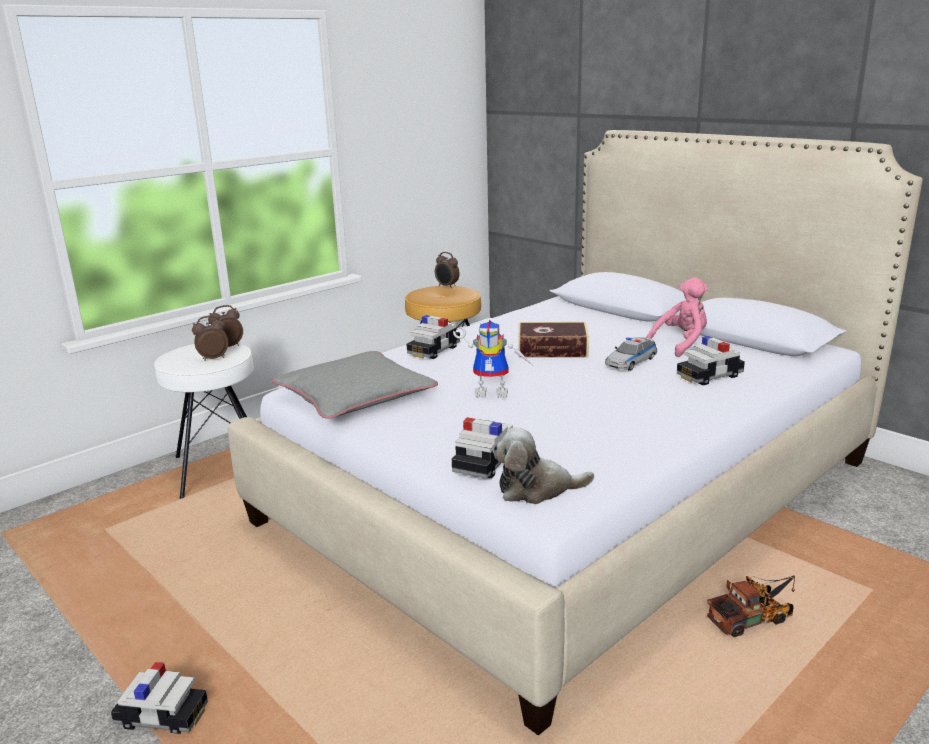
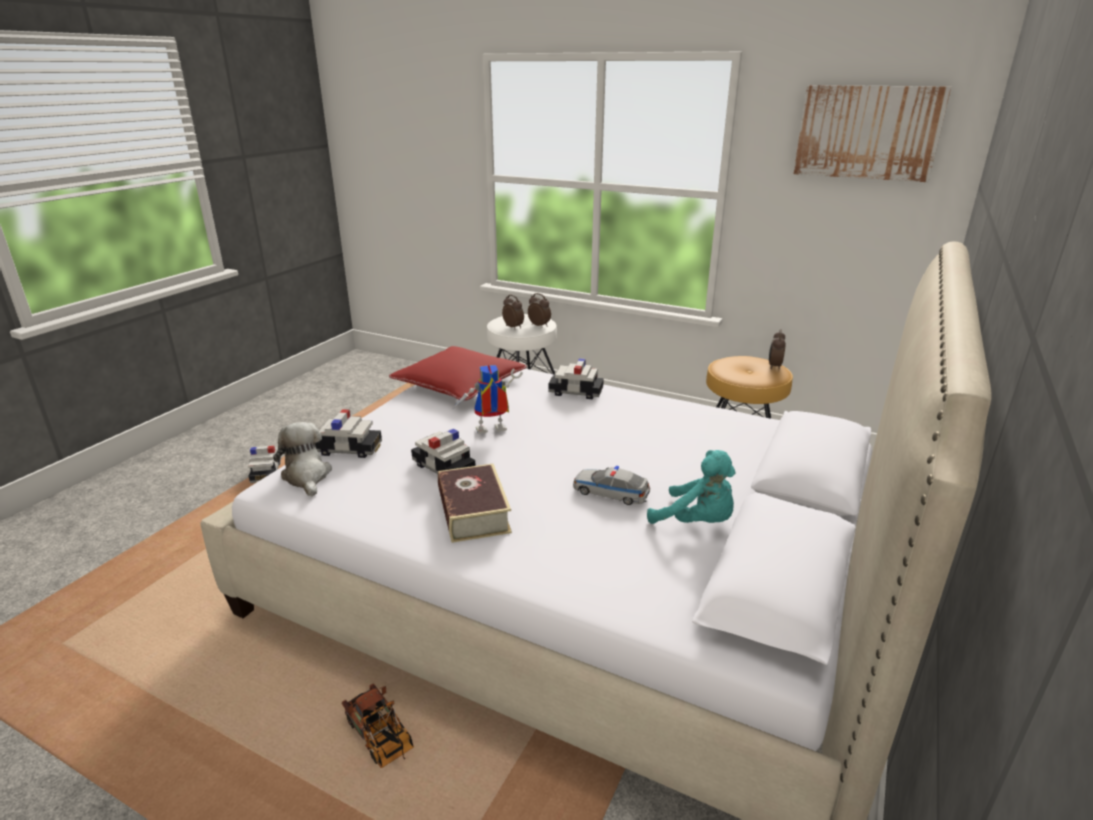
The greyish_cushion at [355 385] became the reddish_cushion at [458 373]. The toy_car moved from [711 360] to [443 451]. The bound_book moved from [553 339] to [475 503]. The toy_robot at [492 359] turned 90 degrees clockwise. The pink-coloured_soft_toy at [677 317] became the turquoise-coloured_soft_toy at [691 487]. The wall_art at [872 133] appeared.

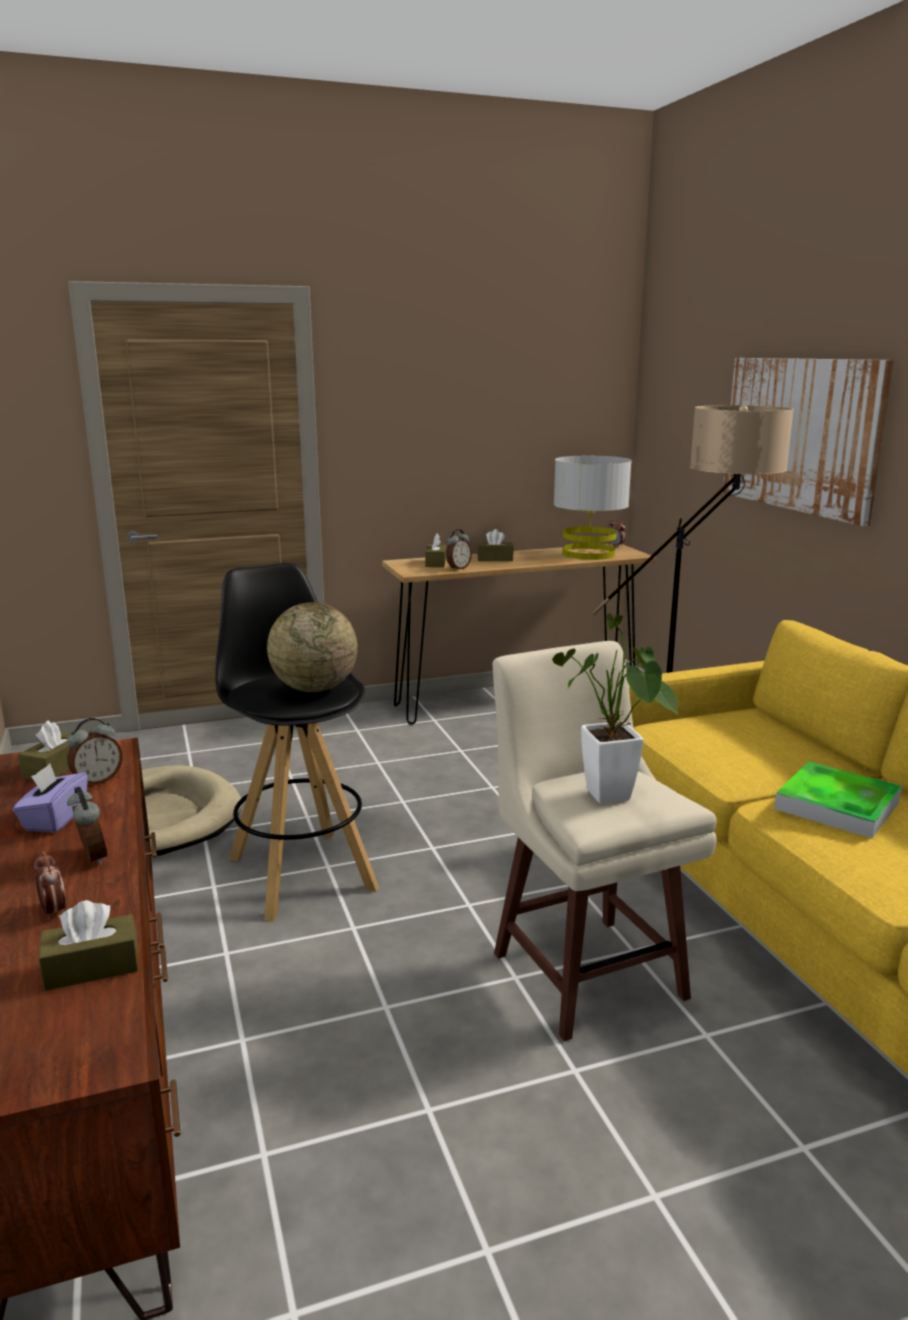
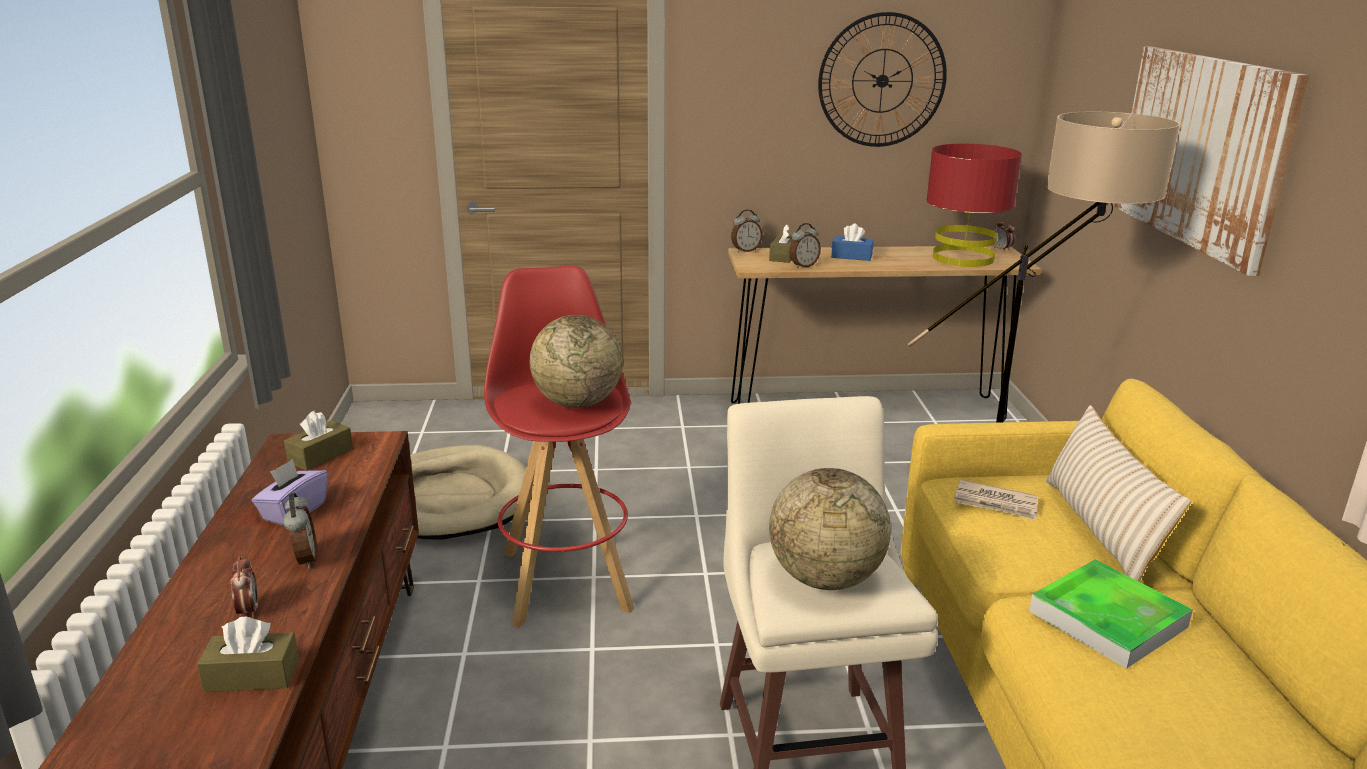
The black_stool at [297 742] became the reddish_stool at [559 446]. The bedside_clock moved from [95 751] to [747 231]. The potted_plant at [615 708] was replaced by the globe at [830 529]. The hanging_clock at [882 79] appeared. The brownish_box_of_tissues at [495 545] became the blue_box_of_tissues at [852 242]. The greyish_tabletop_lamp at [593 508] became the reddish_tabletop_lamp at [974 205]. The newspaper at [996 500] appeared. The beige-coloured_cushion at [1118 493] appeared.

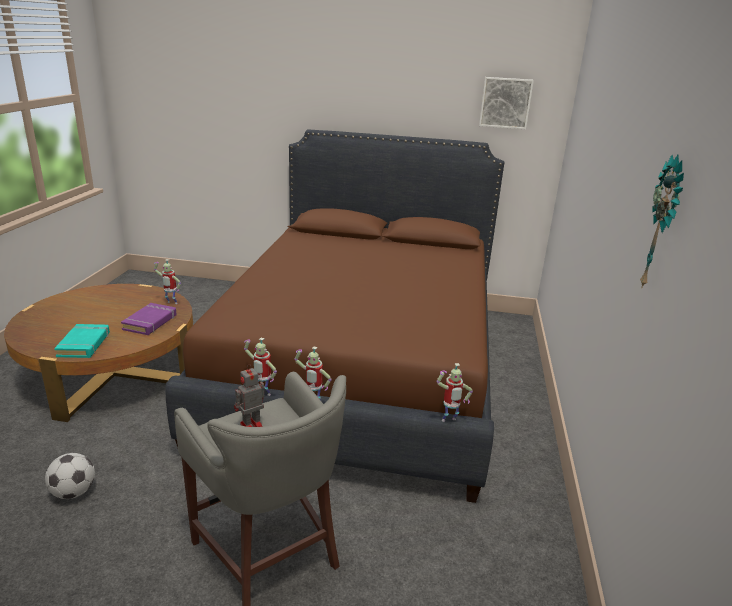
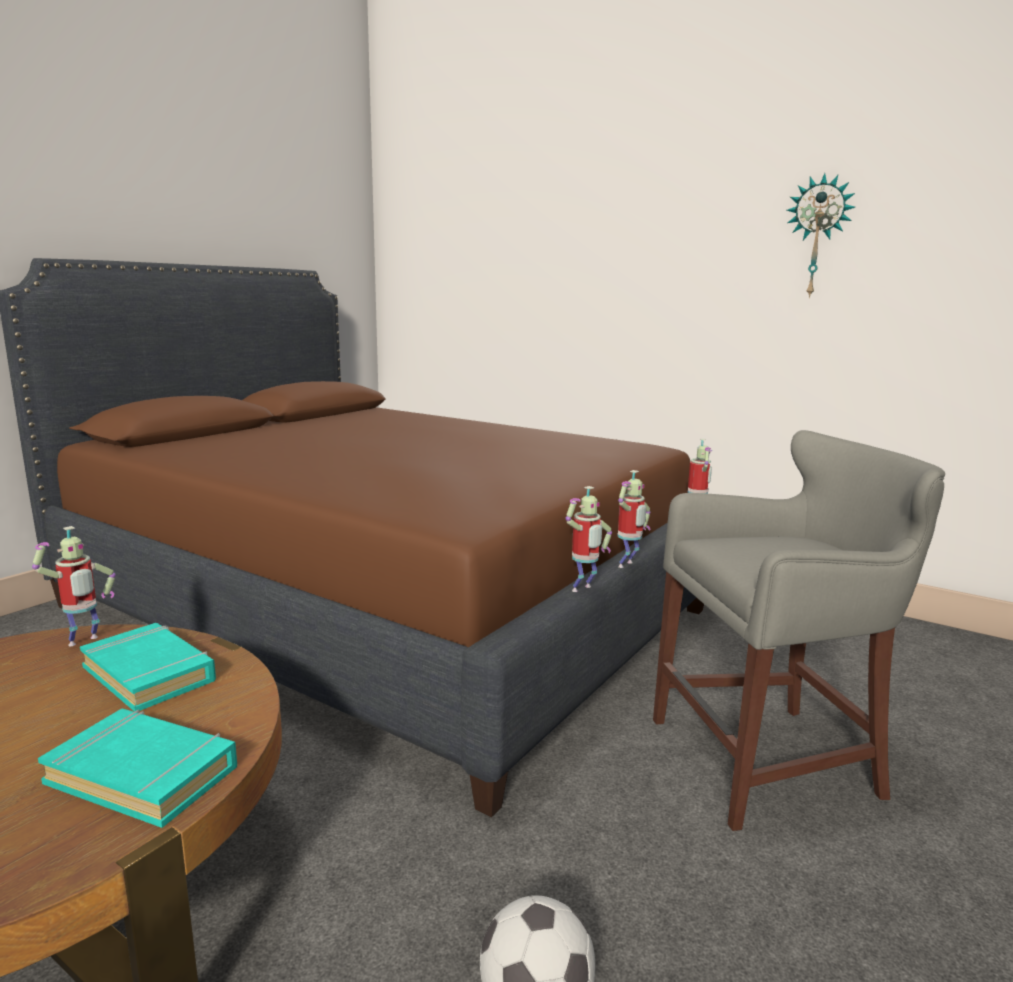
The purple_bound_book at [149 319] became the turquoise-coloured_bound_book at [148 667]. The toy_robot at [249 395] disappeared. The wall_art at [506 103] disappeared.

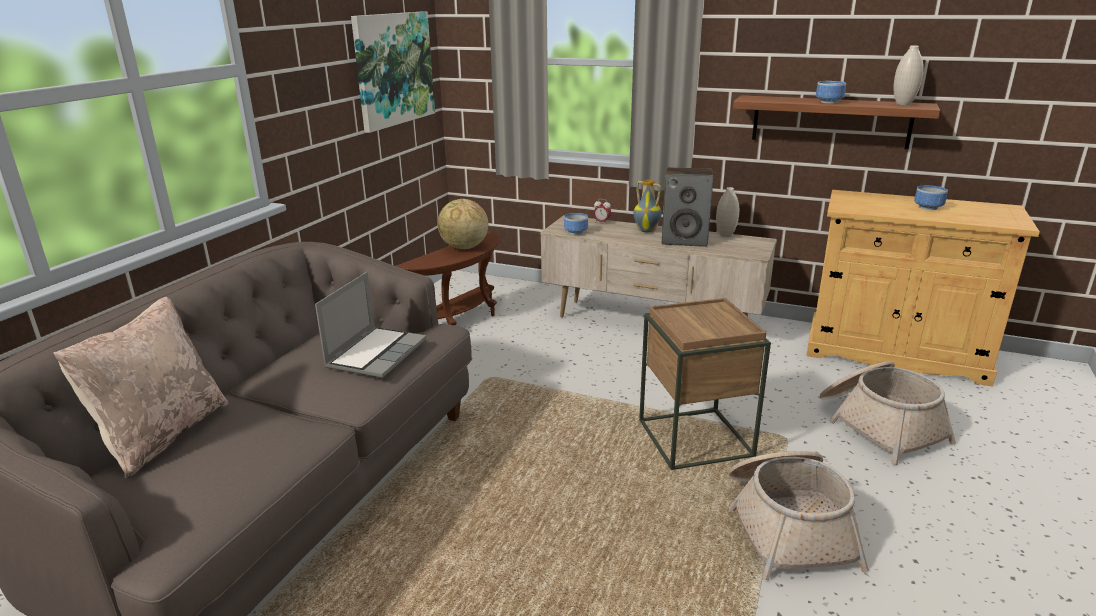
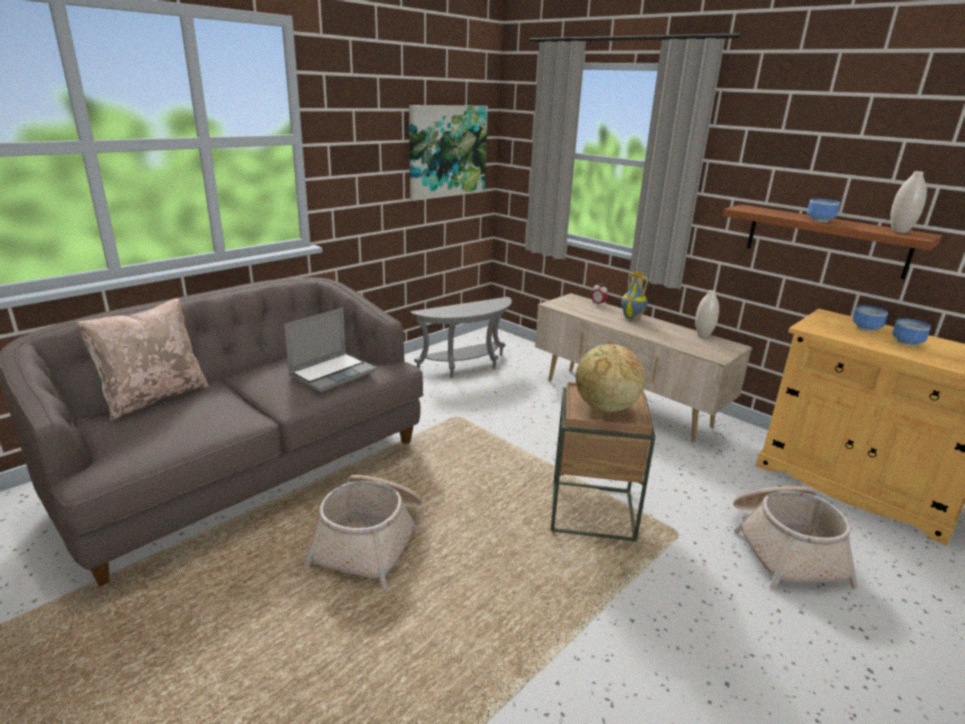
The basket moved from [798 515] to [362 532]. The brownish_side_table at [448 278] became the greyish_side_table at [461 337]. The globe moved from [463 224] to [610 378]. The bowl moved from [576 224] to [870 318]. The audio_speaker at [687 207] disappeared.

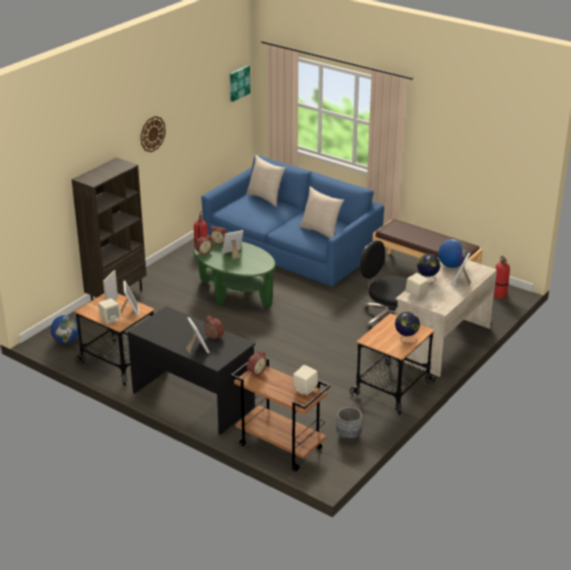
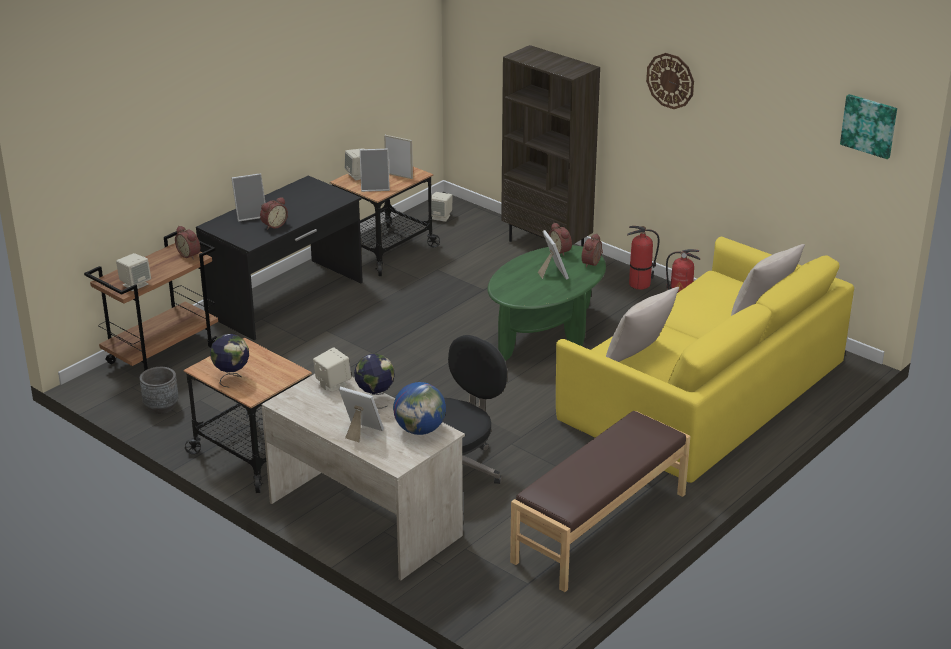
The globe at [65 329] was replaced by the beige-coloured_audio_speaker at [440 207]. The blue_sofa at [292 221] became the yellow-coloured_sofa at [705 360]. The fire-fighting_cylinder moved from [502 277] to [643 258].

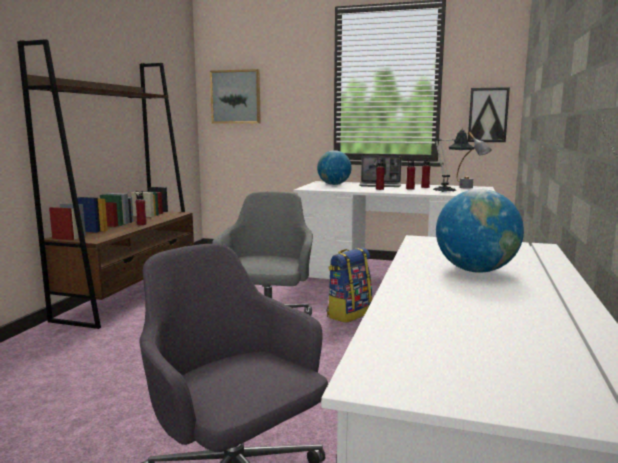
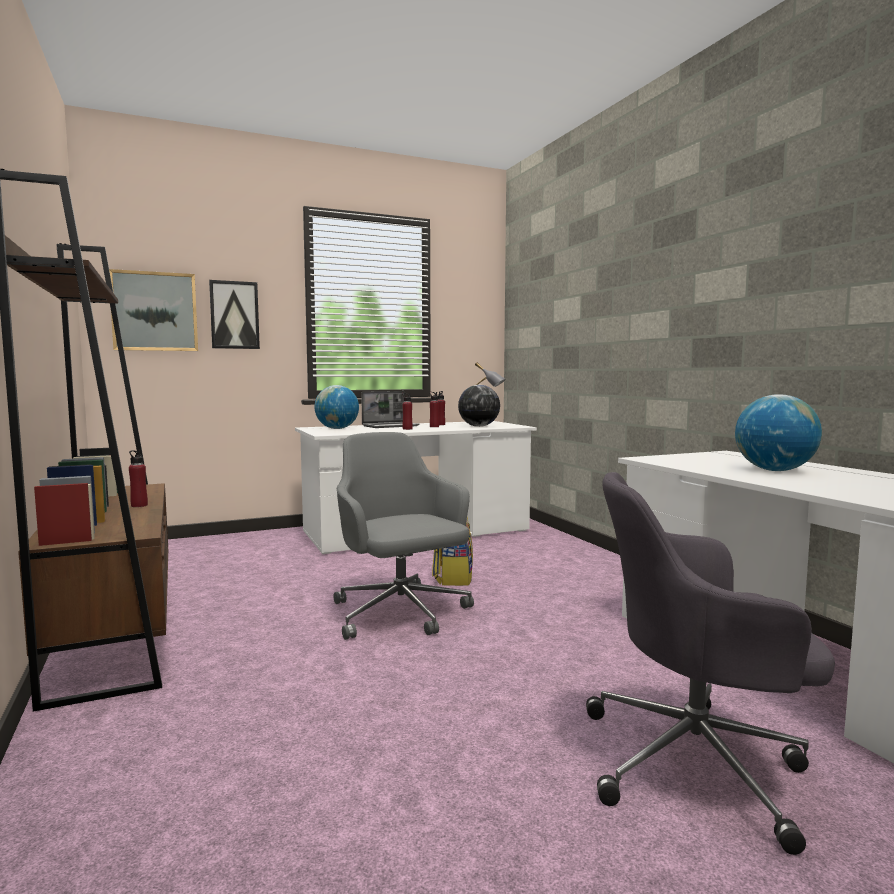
The wall_art moved from [489 114] to [234 314]. The tabletop_lamp at [453 161] was replaced by the globe at [479 406].

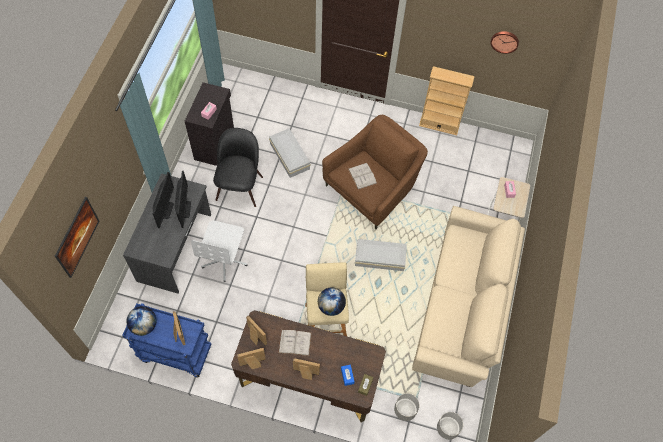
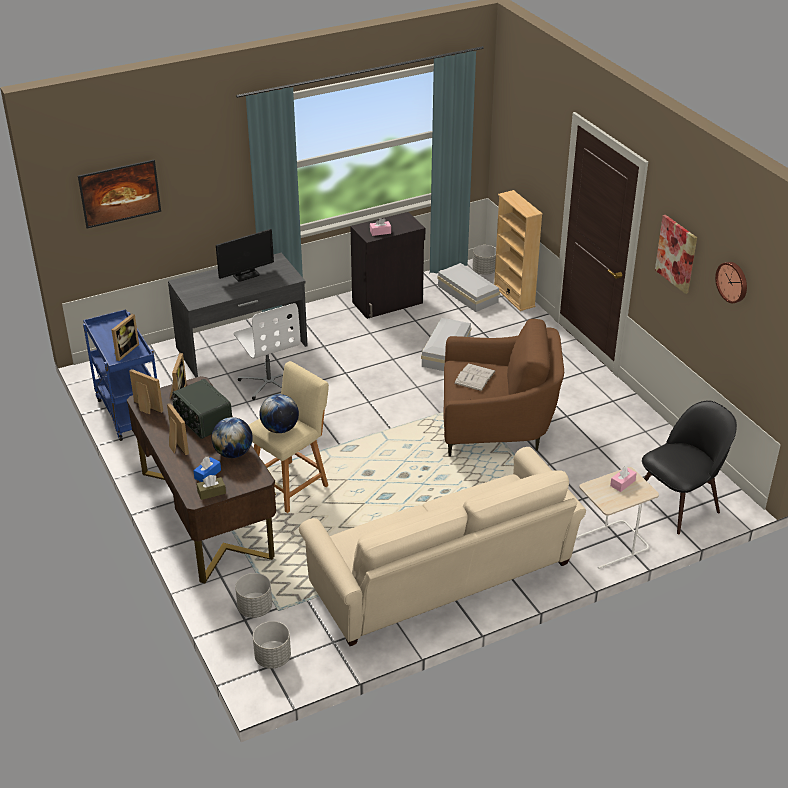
The white-coloured_bound_book at [295 343] was replaced by the radio_set at [202 409]. The globe moved from [141 321] to [232 437]. The white-coloured_desk_chair at [219 250] turned 90 degrees counterclockwise. The white-coloured_storage_bin moved from [381 255] to [468 287]. The greyish_plant_pot at [484 260] appeared. The beige-coloured_shelving_unit moved from [447 100] to [518 250]. The black_upright_chair moved from [238 167] to [689 467]. The wall_art at [676 254] appeared. The computer_display at [183 199] disappeared.

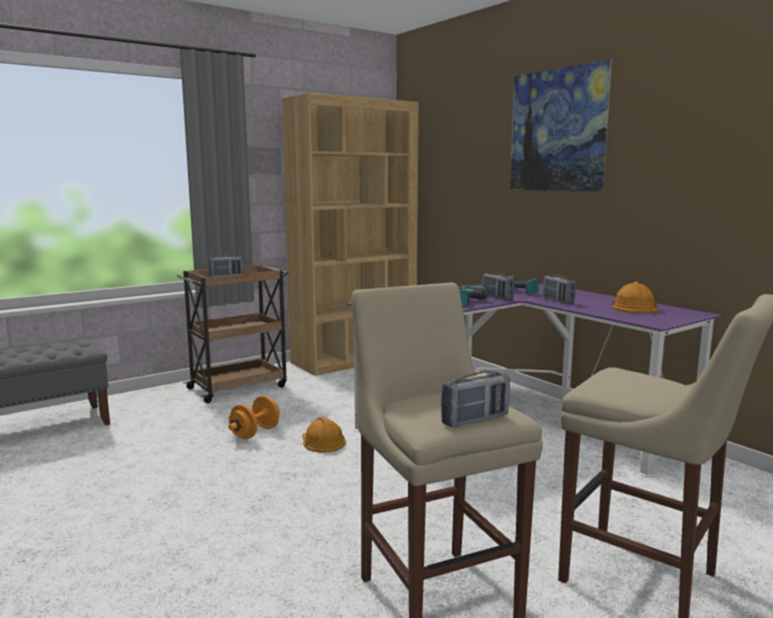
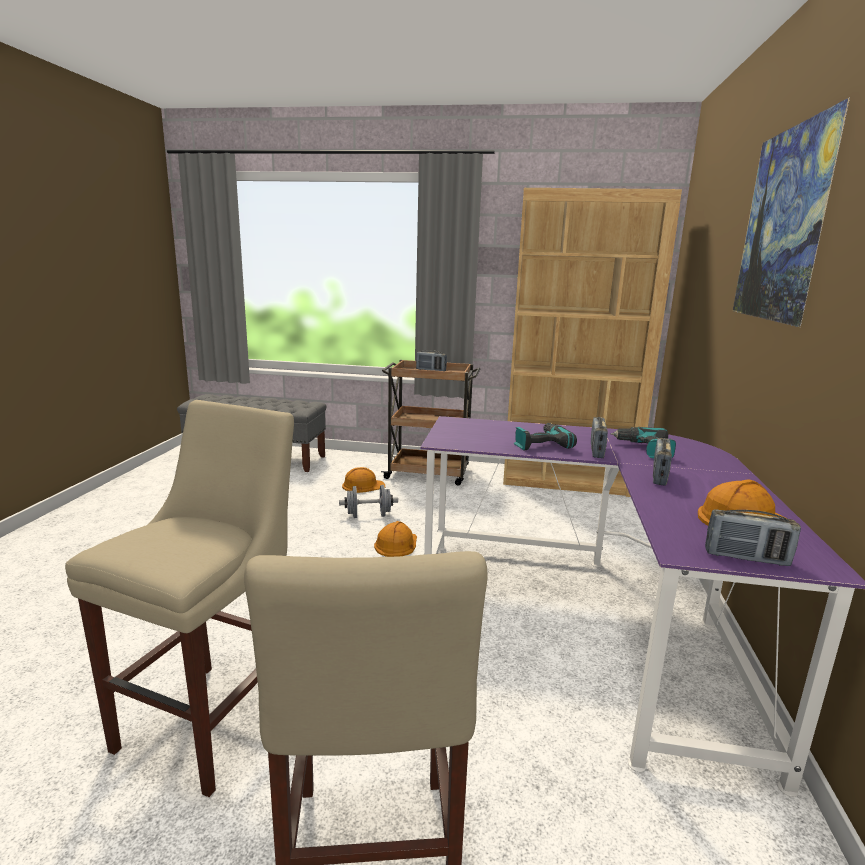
The orange_hand_weight at [254 417] became the greyish_hand_weight at [368 501]. The orange_safety_helmet at [363 480] appeared. The radio_set moved from [475 399] to [753 537].

